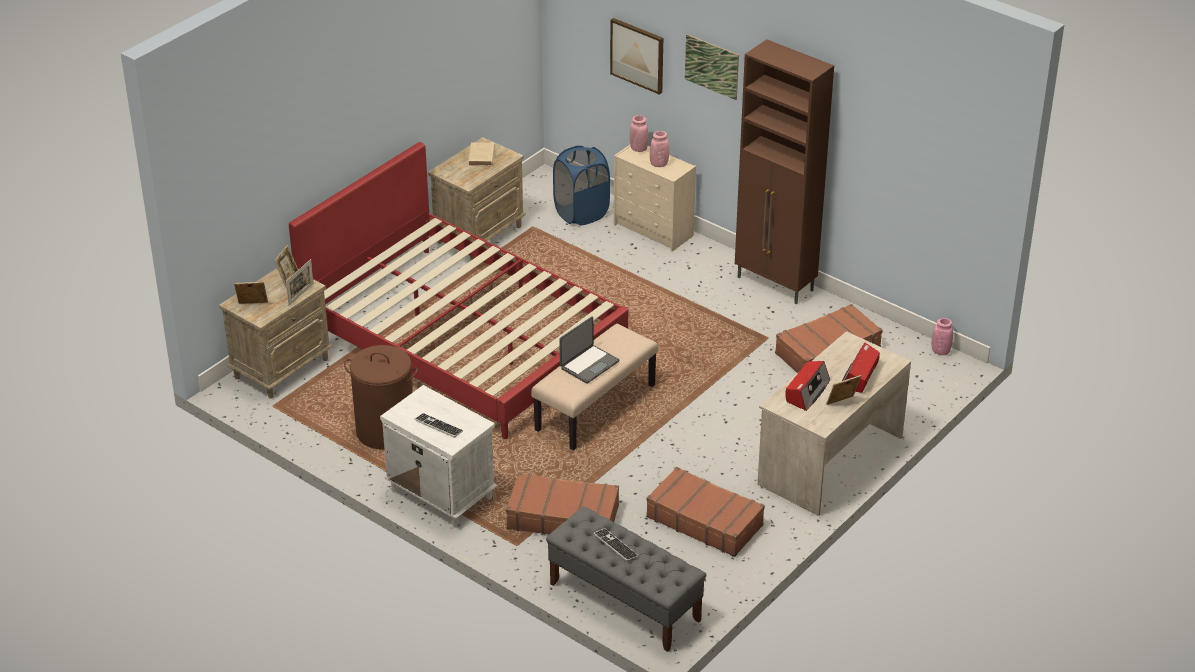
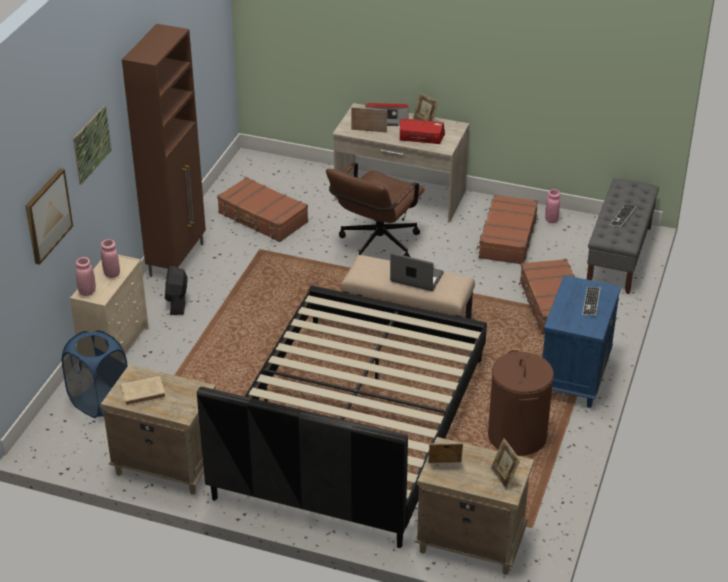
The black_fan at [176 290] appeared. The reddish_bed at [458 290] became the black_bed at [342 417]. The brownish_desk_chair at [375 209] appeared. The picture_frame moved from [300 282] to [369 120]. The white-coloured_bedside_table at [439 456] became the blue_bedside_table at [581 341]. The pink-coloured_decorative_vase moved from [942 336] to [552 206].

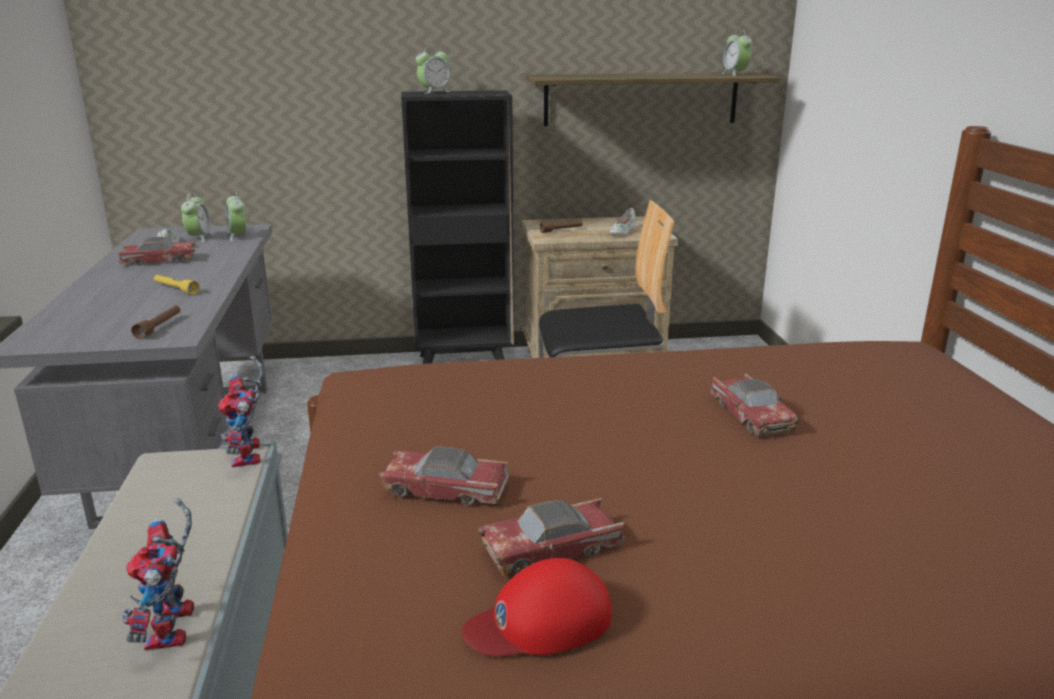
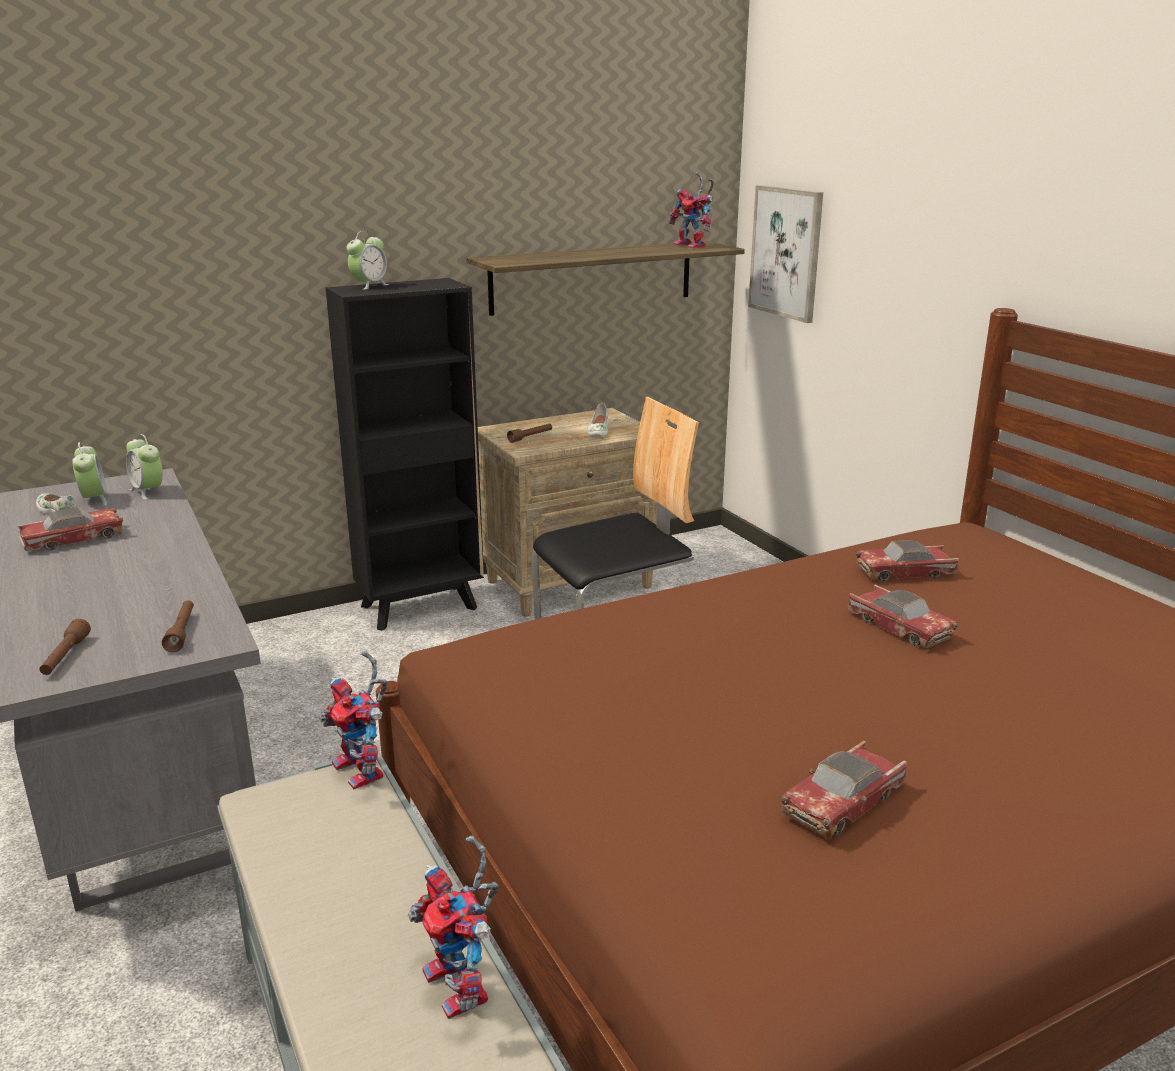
The brownish_hand_torch at [65 647] appeared. The bedside_clock at [736 53] was replaced by the toy_robot at [691 210]. The wall_art at [785 254] appeared. The toy_car moved from [444 475] to [907 561]. The yellow-coloured_hand_torch at [177 285] disappeared. The reddish_baseball_cap at [537 607] disappeared.

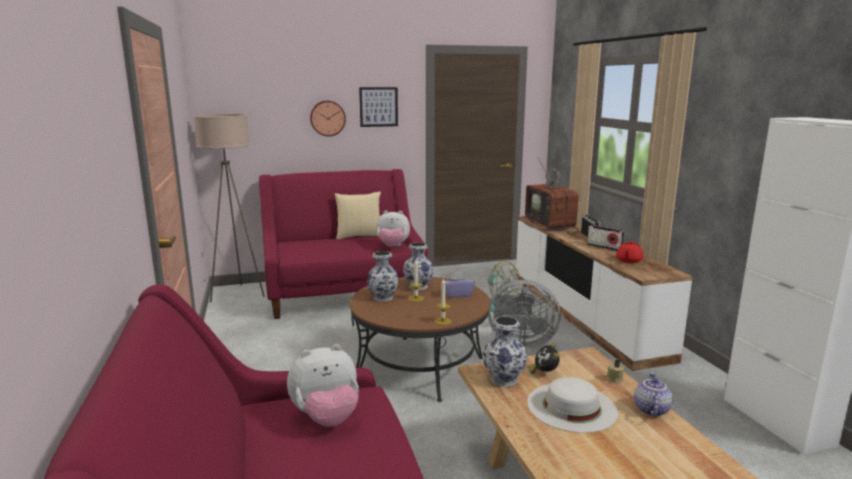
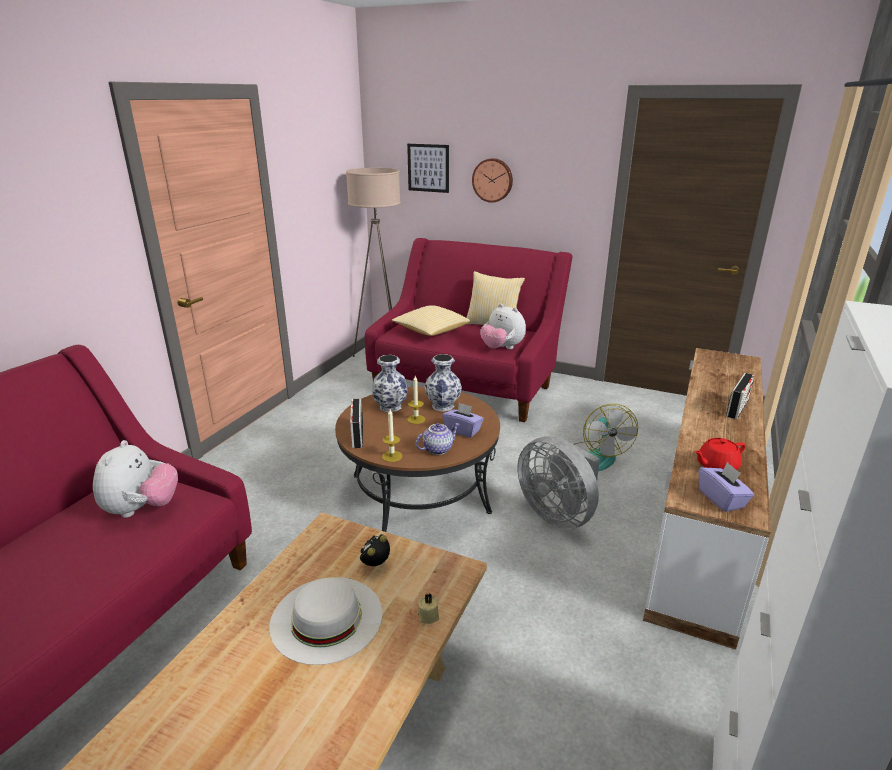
The soft_toy at [323 385] turned 105 degrees counterclockwise. The radio_set moved from [606 238] to [356 423]. The cushion at [431 320] appeared. The wall_art moved from [378 107] to [428 168]. The pot_for_tea moved from [653 394] to [438 439]. The purple_box_of_tissues at [726 487] appeared. The decorative_vase at [505 351] disappeared. The TV at [552 195] disappeared.

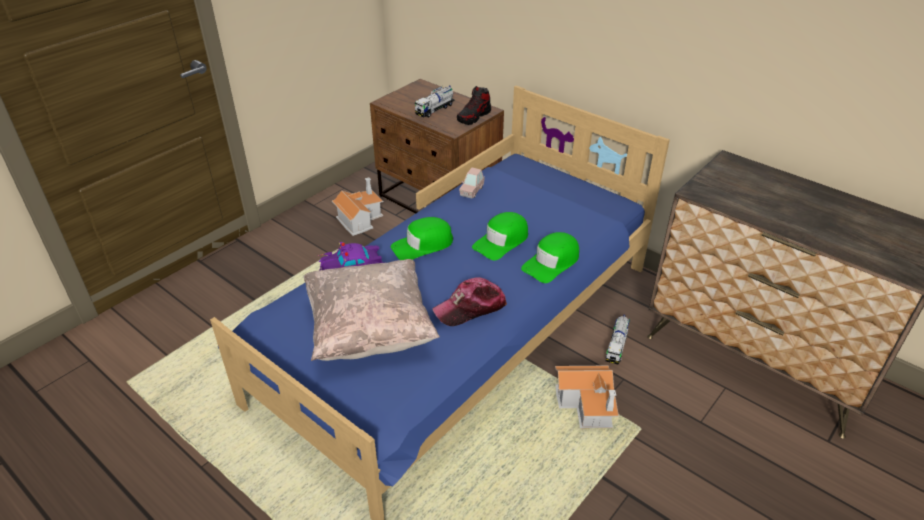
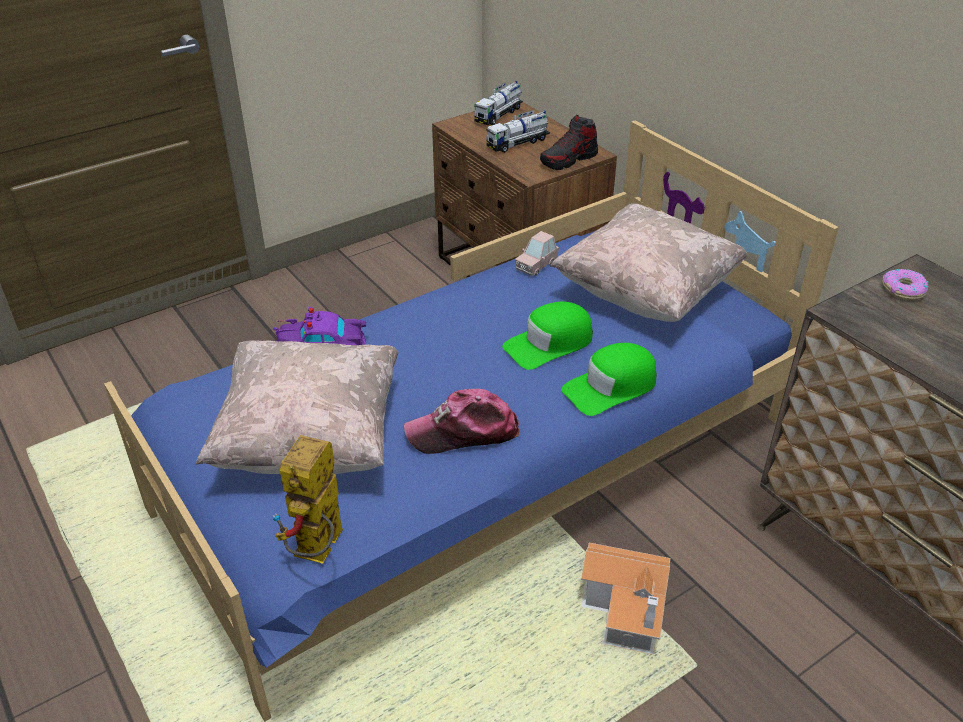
The toy_robot at [308 499] appeared. The toy_lorry moved from [618 340] to [498 103]. The beige-coloured_cushion at [649 262] appeared. The ring_doughnut at [905 284] appeared. The toy_house at [357 206] disappeared. The green_baseball_cap at [422 238] disappeared.

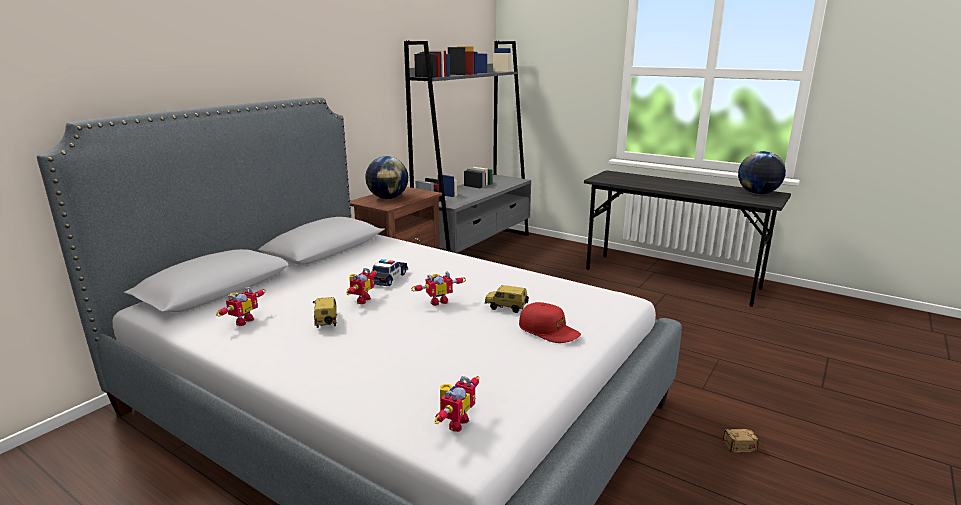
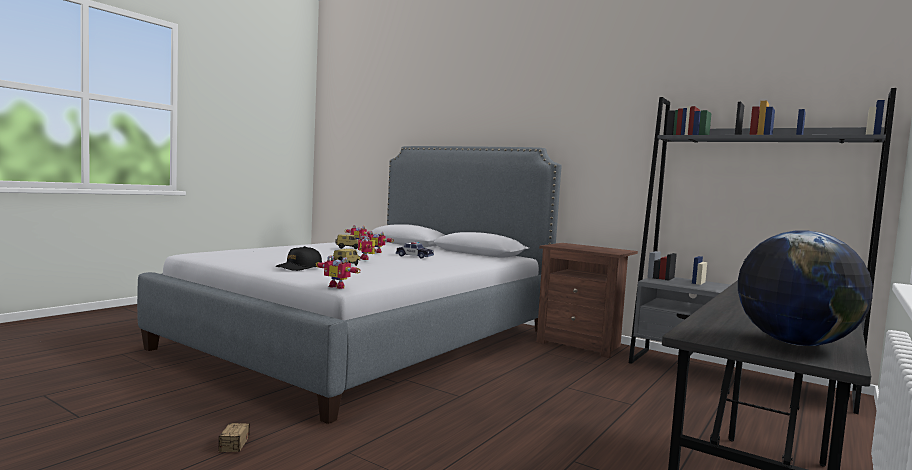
The reddish_baseball_cap at [550 322] became the black_baseball_cap at [299 258]. The toy_robot moved from [457 404] to [338 272]. The globe at [386 177] disappeared.

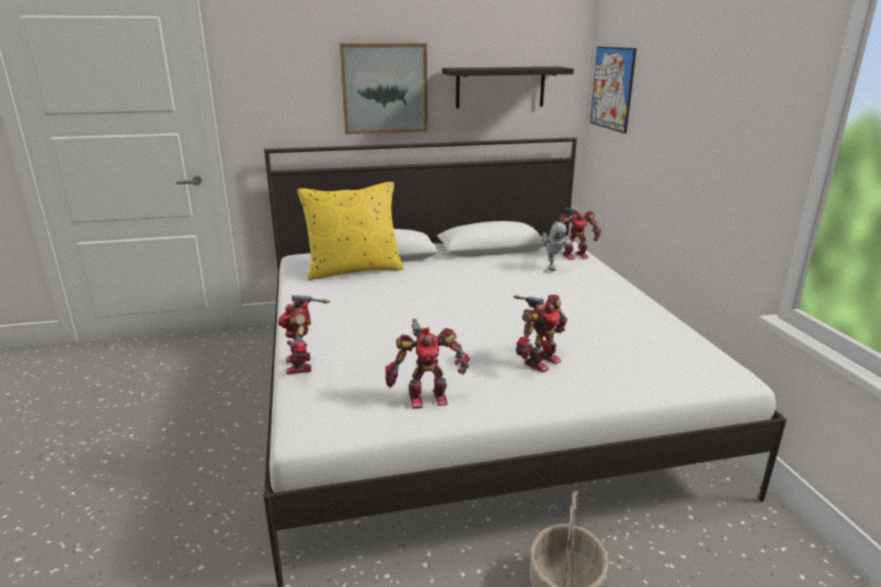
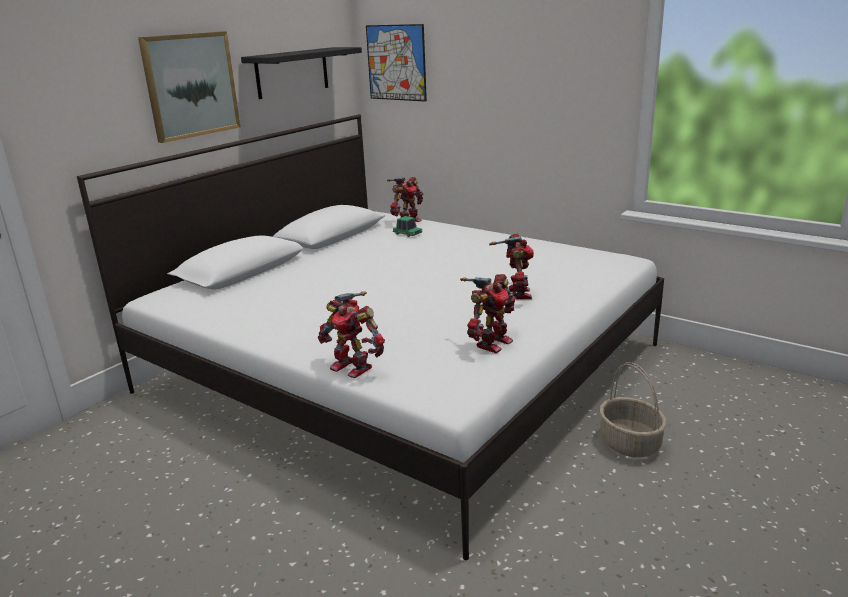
The toy_robot at [557 245] was replaced by the toy_car at [407 226]. The yellow-coloured_cushion at [350 231] disappeared.

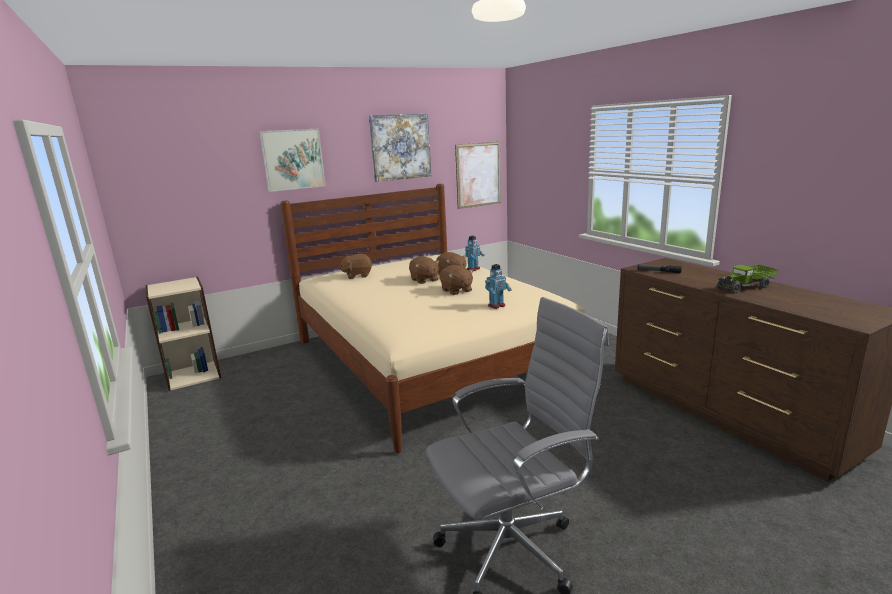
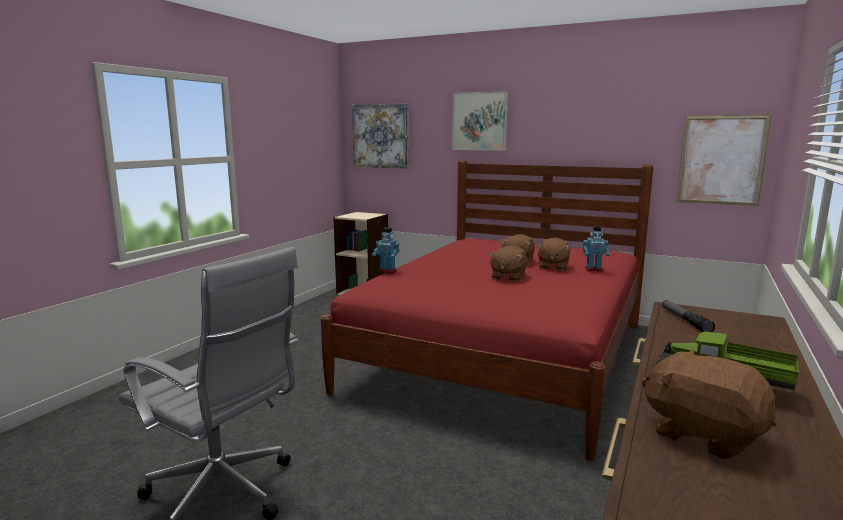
The beige-coloured_bed at [432 318] became the reddish_bed at [486 310]. The wall_art moved from [400 147] to [380 135]. The toy_robot moved from [498 286] to [385 250]. The brownish_soft_toy moved from [356 266] to [708 404].

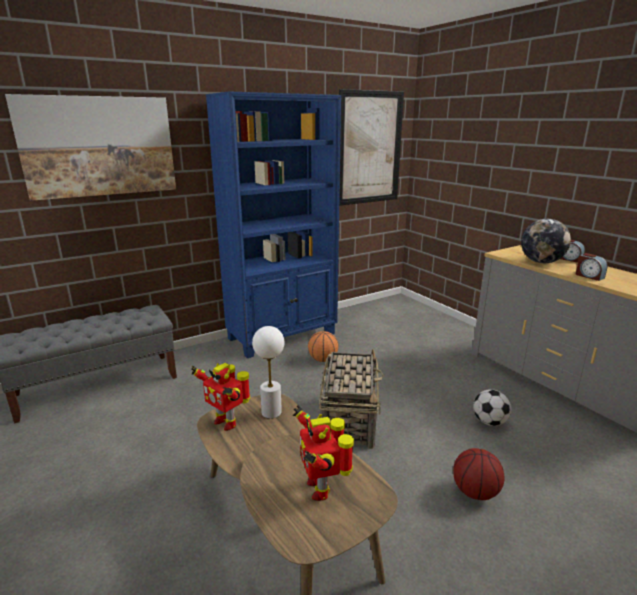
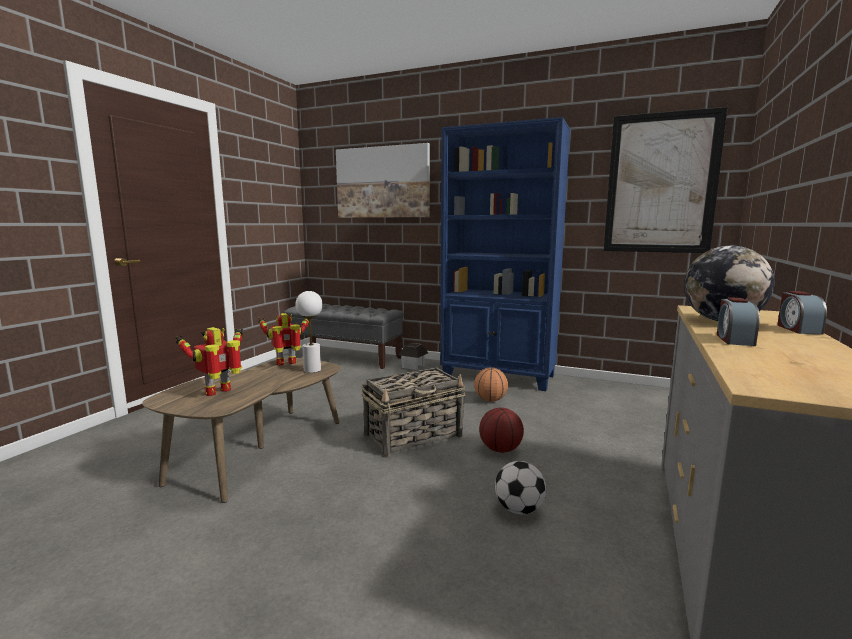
The toy_robot at [220 397] turned 60 degrees clockwise. The toy_house at [413 356] appeared. The basketball_ball moved from [479 474] to [501 430].

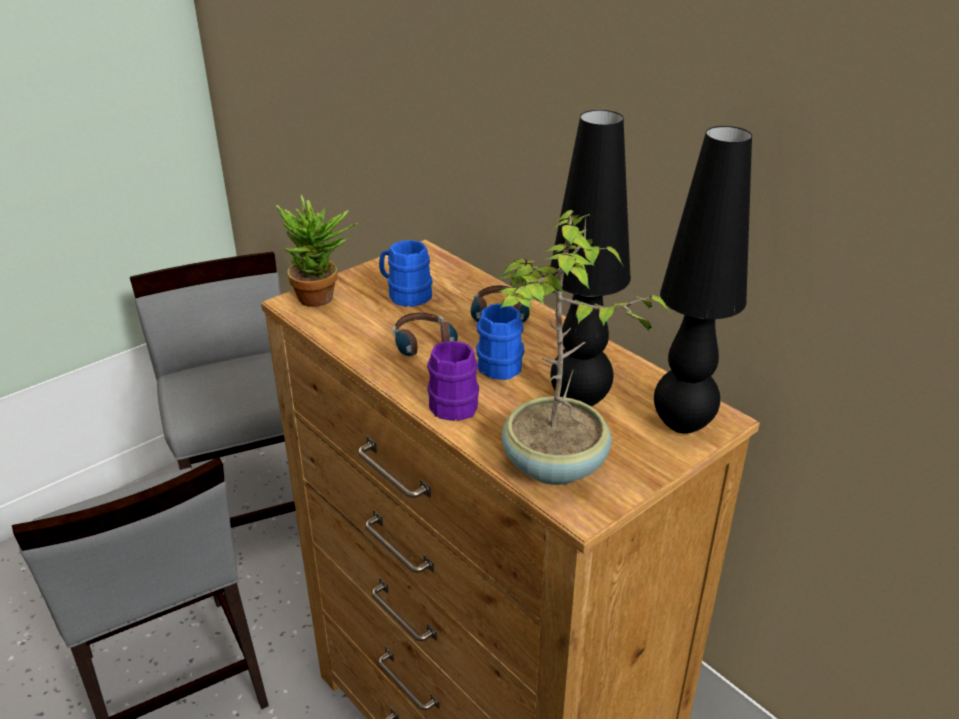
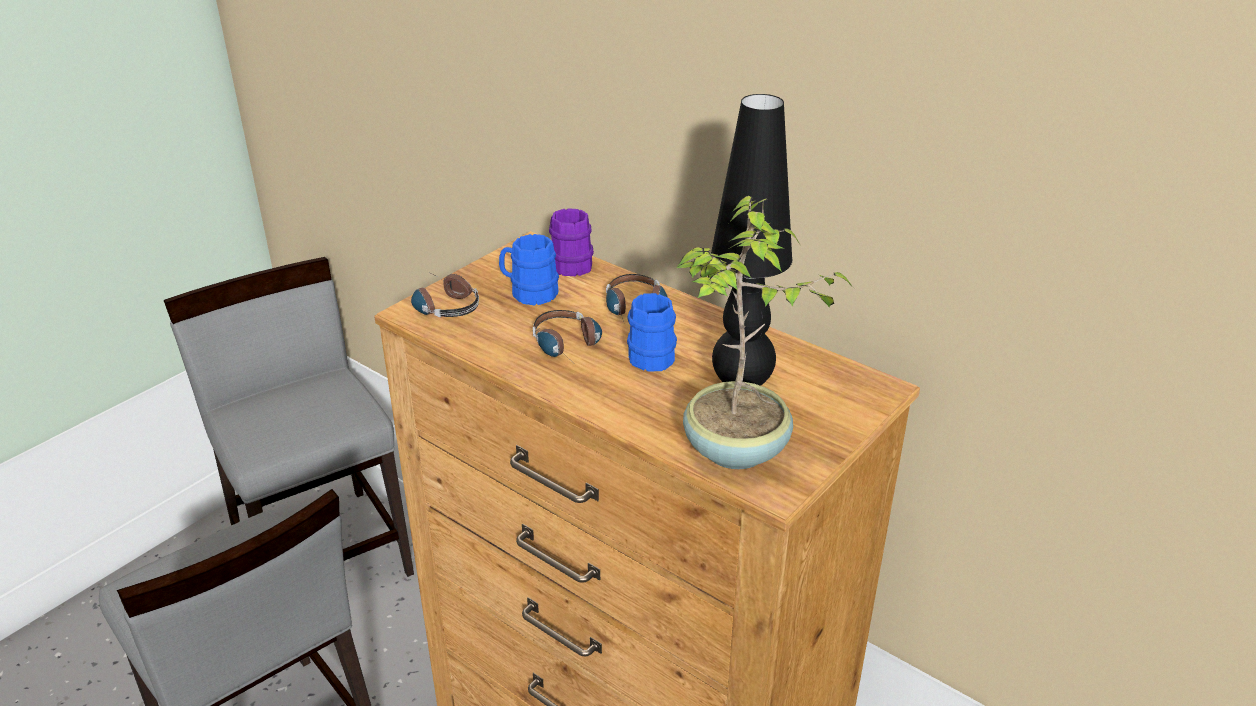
The potted_plant at [317 251] was replaced by the headphones at [445 294]. The purple_tea_mug moved from [453 381] to [571 242]. The black_tabletop_lamp at [703 280] disappeared.

